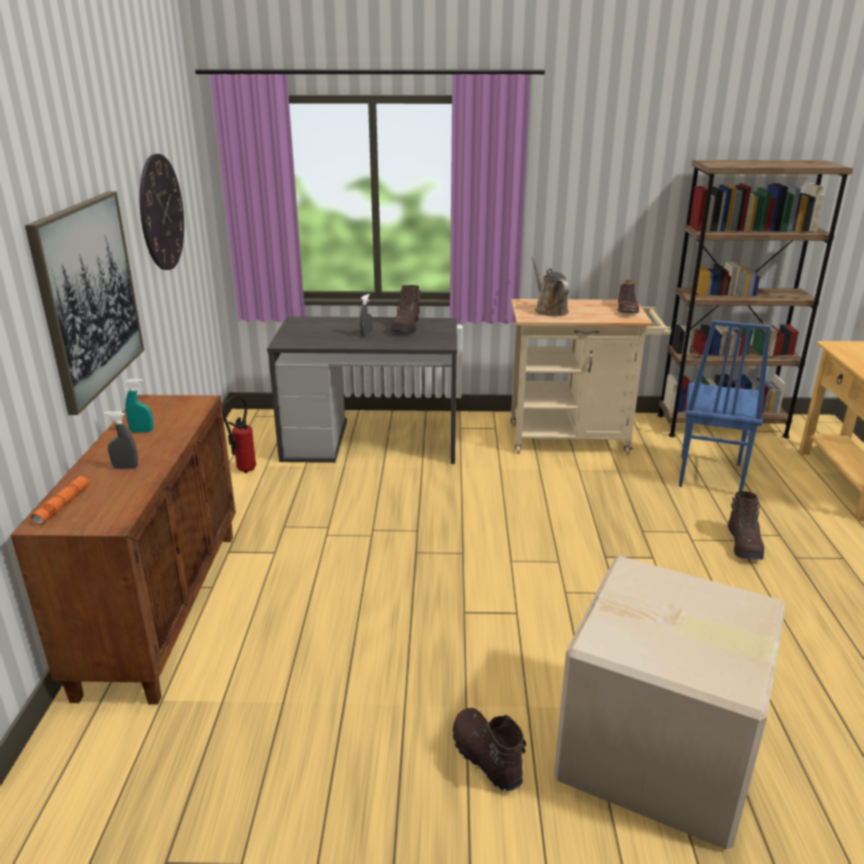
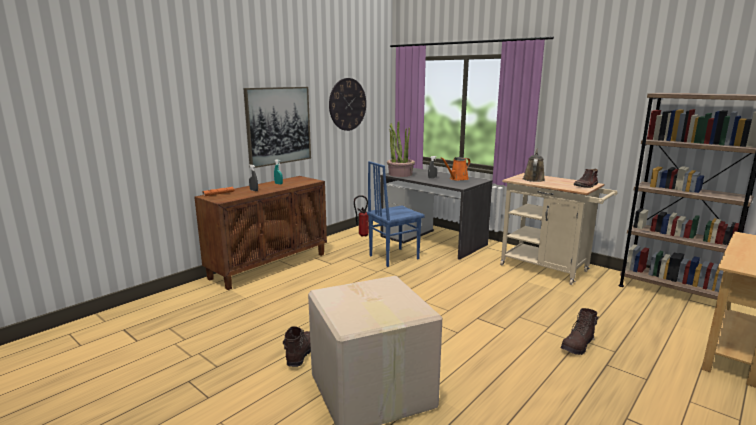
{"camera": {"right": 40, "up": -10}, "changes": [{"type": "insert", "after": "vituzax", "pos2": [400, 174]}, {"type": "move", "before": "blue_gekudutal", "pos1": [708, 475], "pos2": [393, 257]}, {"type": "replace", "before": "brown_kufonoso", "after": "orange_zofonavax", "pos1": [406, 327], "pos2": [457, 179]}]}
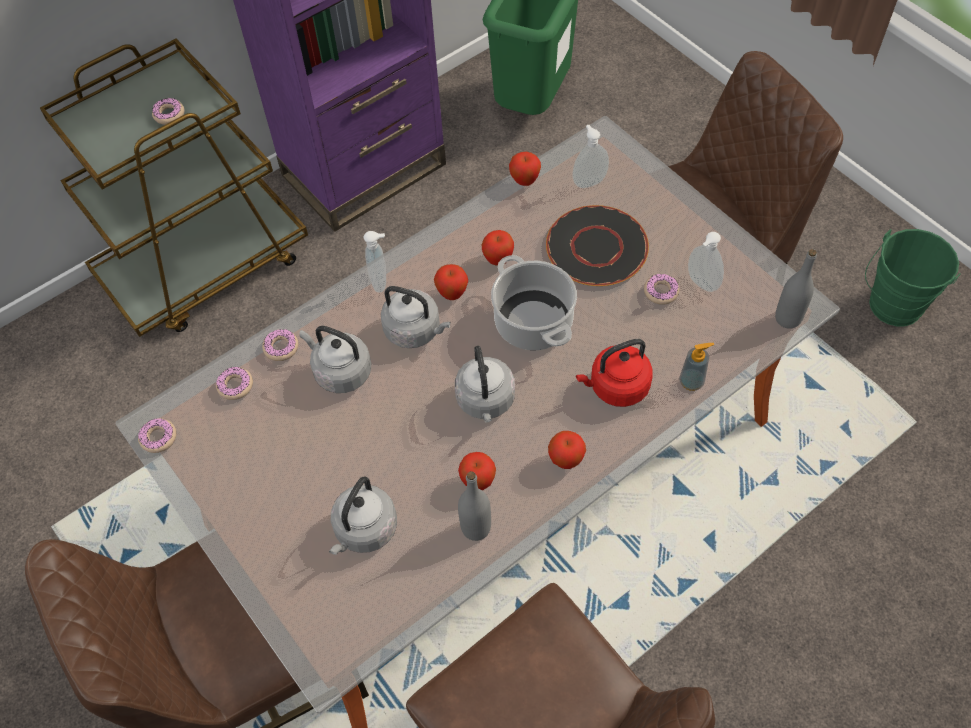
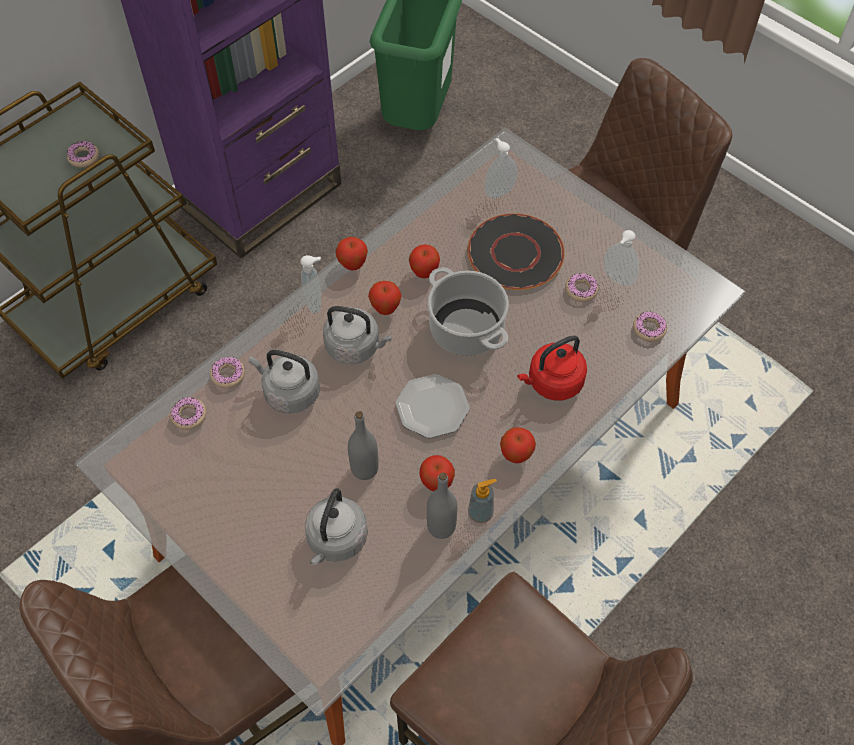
{"camera": {"right": -10, "up": 0}, "changes": [{"type": "delete", "before": "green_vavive", "pos1": [891, 309]}, {"type": "move", "before": "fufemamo", "pos1": [158, 438], "pos2": [649, 329]}, {"type": "move", "before": "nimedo", "pos1": [525, 181], "pos2": [353, 265]}, {"type": "move", "before": "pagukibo", "pos1": [691, 382], "pos2": [480, 513]}, {"type": "move", "before": "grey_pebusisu", "pos1": [788, 318], "pos2": [364, 469]}, {"type": "replace", "before": "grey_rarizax", "after": "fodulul", "pos1": [486, 401], "pos2": [433, 408]}]}
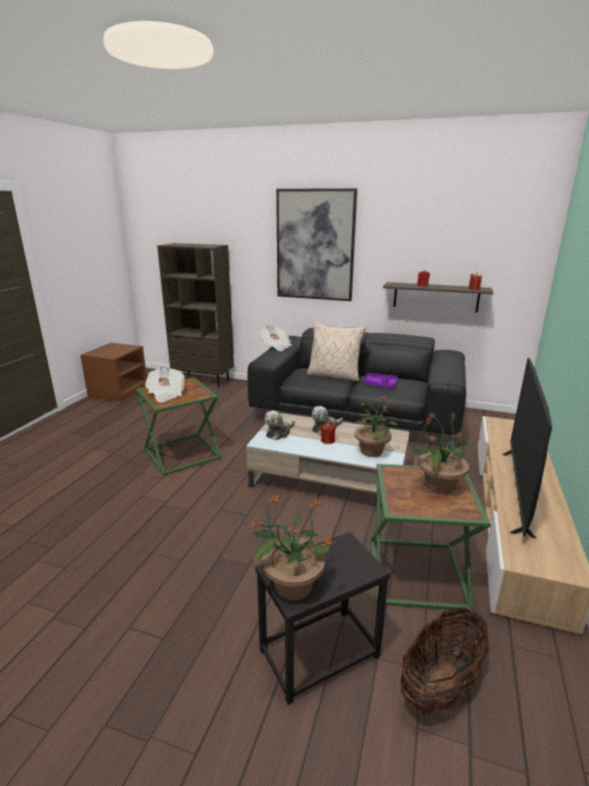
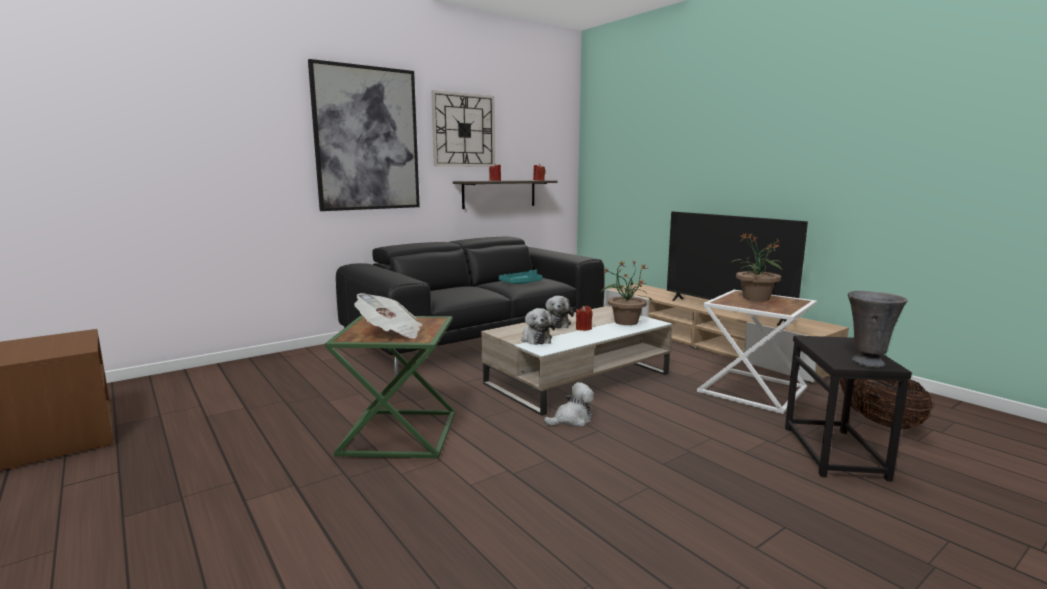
{"camera": {"right": -55, "up": -10}, "changes": [{"type": "delete", "before": "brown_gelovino", "pos1": [204, 380]}, {"type": "delete", "before": "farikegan", "pos1": [276, 346]}, {"type": "delete", "before": "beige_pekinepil", "pos1": [334, 376]}, {"type": "insert", "after": "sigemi", "pos2": [463, 130]}, {"type": "insert", "after": "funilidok", "pos2": [571, 420]}, {"type": "replace", "before": "vituzax", "after": "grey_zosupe", "pos1": [292, 585], "pos2": [867, 362]}, {"type": "recolor", "before": "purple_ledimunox", "after": "turquoise_ledimunox", "pos1": [380, 385], "pos2": [520, 283]}, {"type": "recolor", "before": "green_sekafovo", "after": "white_sekafovo", "pos1": [415, 574], "pos2": [753, 391]}]}
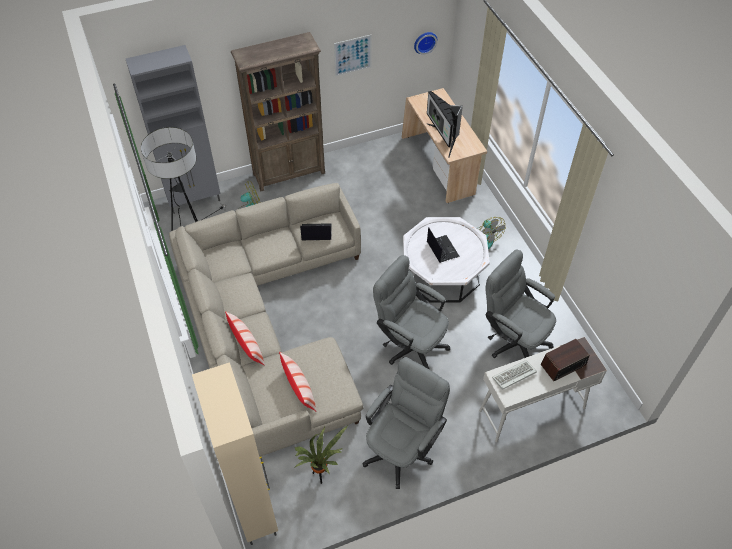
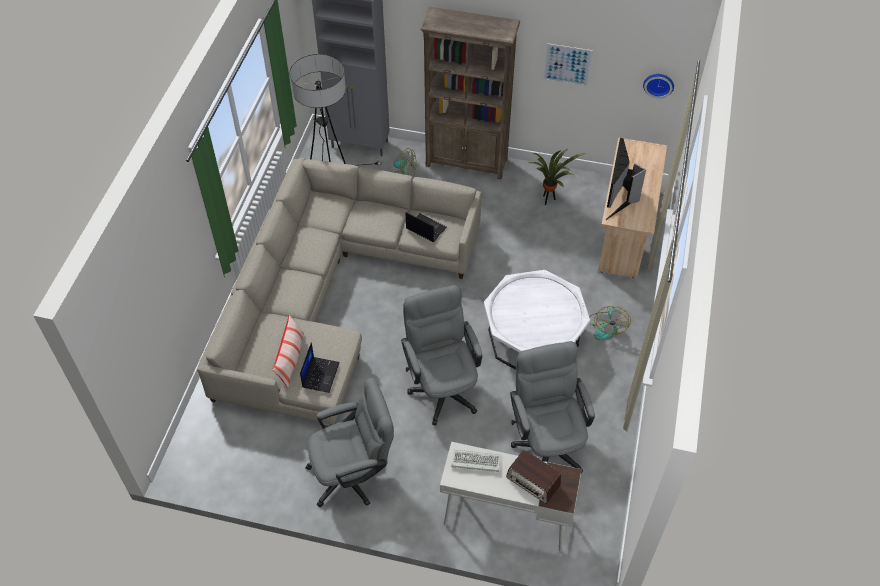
{"camera": {"right": 35, "up": 0}, "changes": [{"type": "delete", "before": "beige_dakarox", "pos1": [254, 509]}, {"type": "delete", "before": "pekinepil", "pos1": [247, 345]}, {"type": "move", "before": "vituzax", "pos1": [321, 475], "pos2": [548, 200]}, {"type": "move", "before": "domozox", "pos1": [442, 249], "pos2": [320, 374]}, {"type": "rotate", "before": "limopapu", "pos1": [563, 365], "pos2": [533, 482], "turn": -150}]}
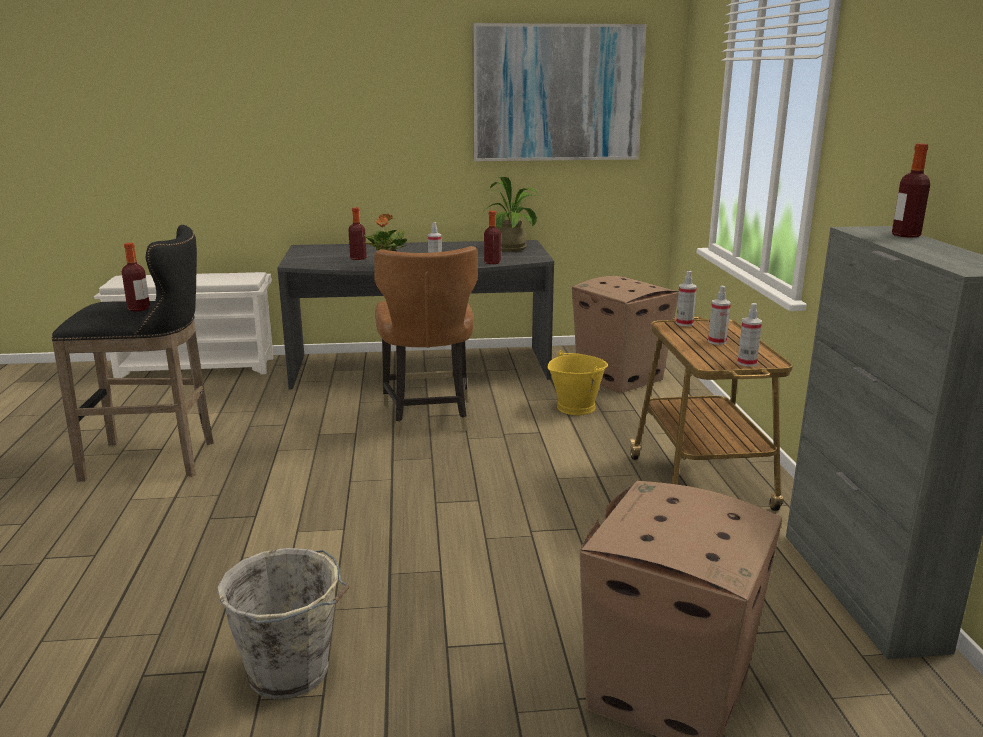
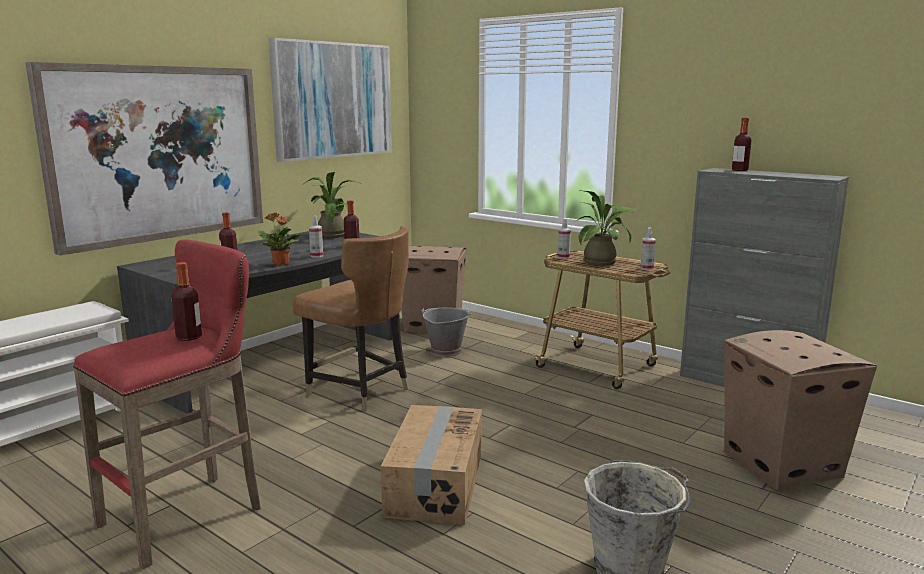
{"camera": {"right": -45, "up": -5}, "changes": [{"type": "insert", "after": "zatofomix", "pos2": [158, 153]}, {"type": "insert", "after": "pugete", "pos2": [434, 484]}, {"type": "replace", "before": "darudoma", "after": "vituzax", "pos1": [717, 342], "pos2": [603, 262]}, {"type": "recolor", "before": "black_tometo", "after": "red_tometo", "pos1": [157, 459], "pos2": [189, 514]}, {"type": "recolor", "before": "yellow_vavive", "after": "grey_vavive", "pos1": [576, 407], "pos2": [445, 351]}]}
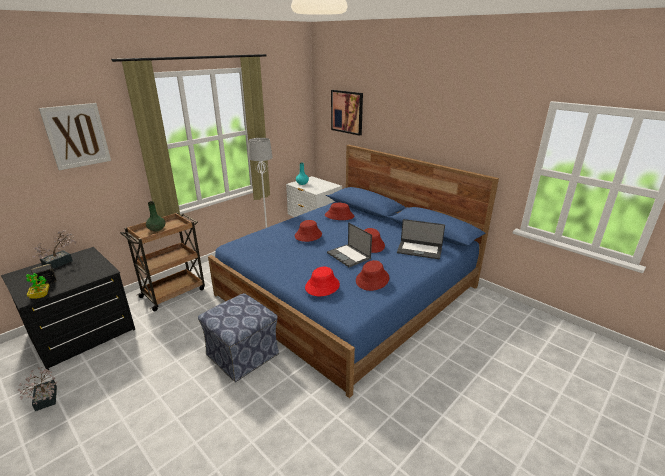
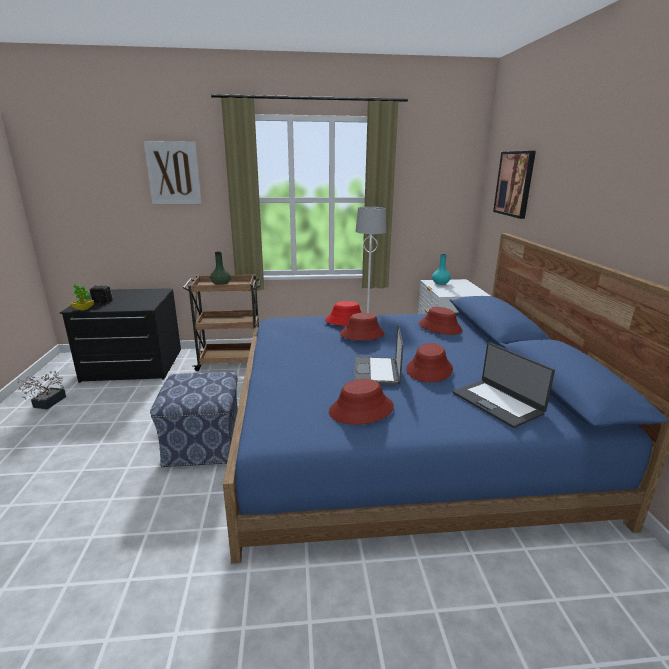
{"camera": {"right": 40, "up": -5}, "changes": [{"type": "delete", "before": "vituzax", "pos1": [61, 262]}, {"type": "move", "before": "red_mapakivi", "pos1": [322, 286], "pos2": [345, 320]}]}
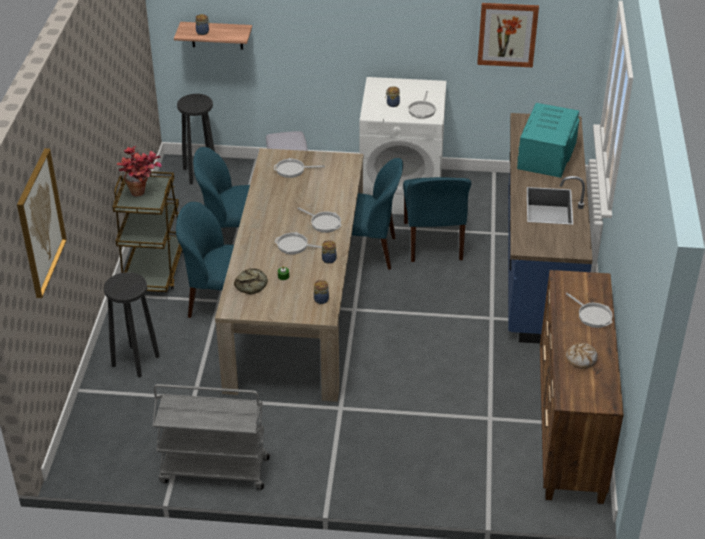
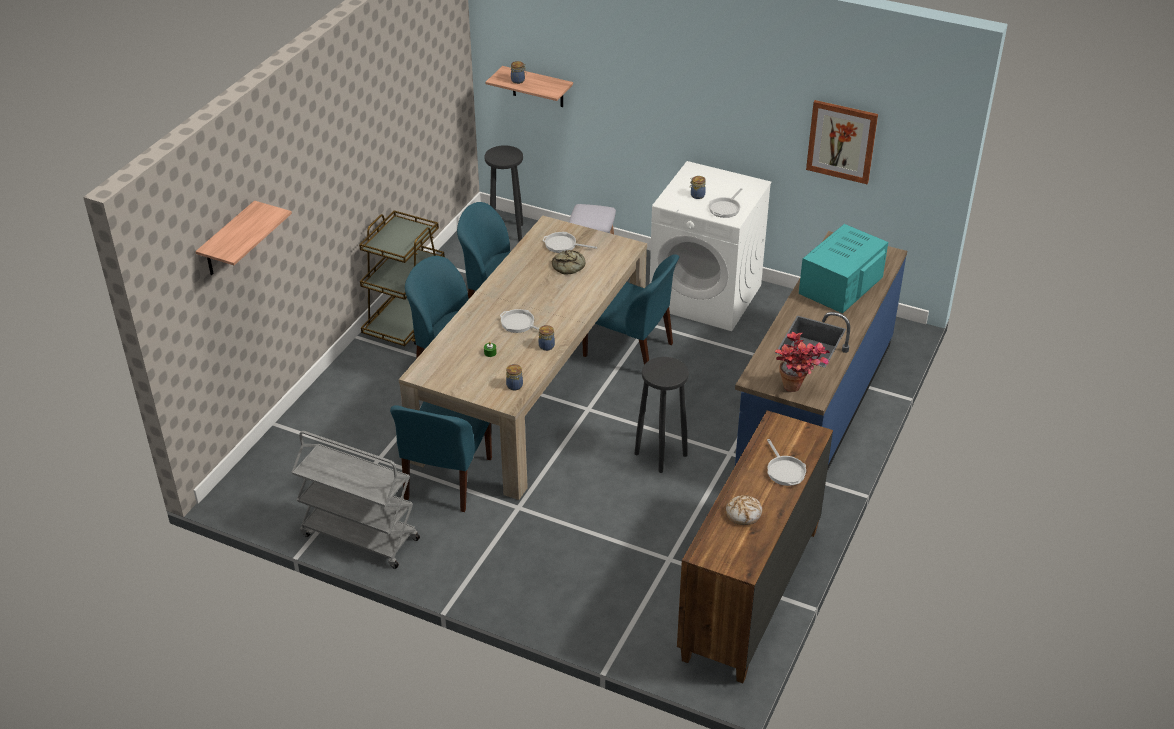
{"camera": {"right": 20, "up": 0}, "changes": [{"type": "delete", "before": "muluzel", "pos1": [324, 223]}, {"type": "move", "before": "black_tometo", "pos1": [136, 360], "pos2": [661, 454]}, {"type": "move", "before": "vituzax", "pos1": [143, 193], "pos2": [797, 389]}, {"type": "move", "before": "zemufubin", "pos1": [252, 284], "pos2": [569, 266]}, {"type": "move", "before": "blue_gekudutal", "pos1": [433, 242], "pos2": [447, 480]}, {"type": "replace", "before": "zatofomix", "after": "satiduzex", "pos1": [40, 223], "pos2": [228, 240]}]}
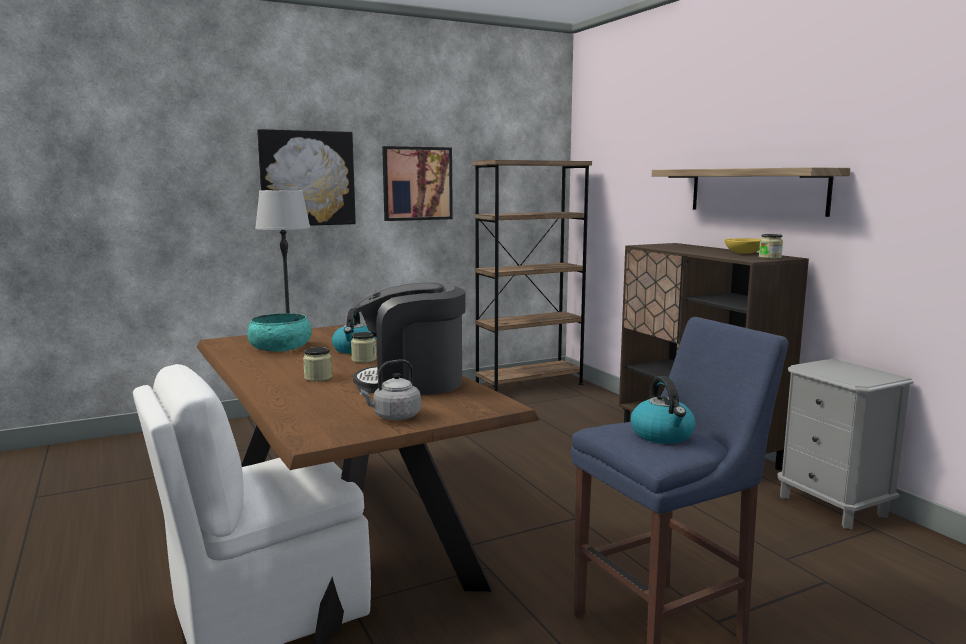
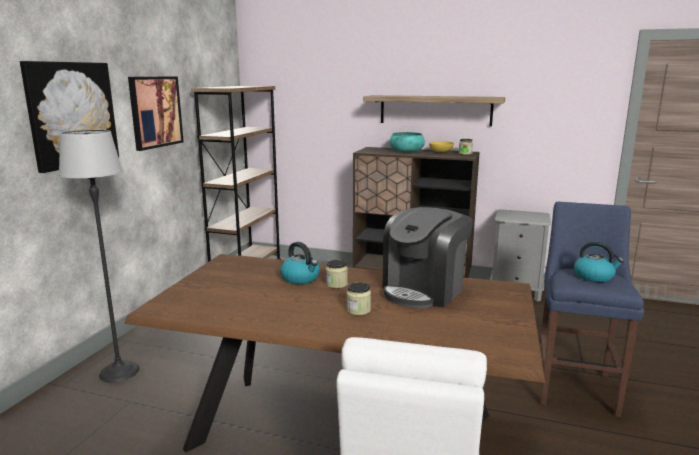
{"camera": {"right": -45, "up": 5}, "changes": [{"type": "delete", "before": "grey_rarizax", "pos1": [394, 417]}, {"type": "move", "before": "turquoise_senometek", "pos1": [280, 347], "pos2": [406, 150]}]}
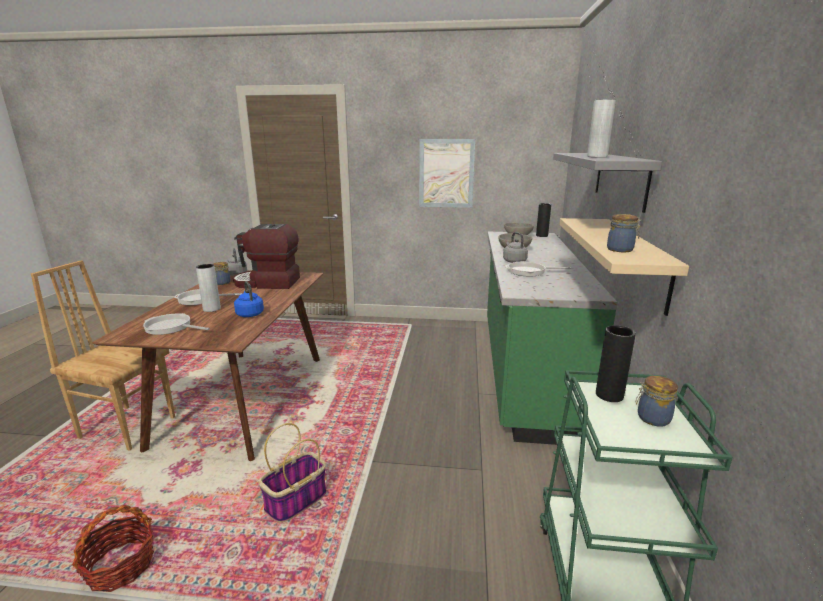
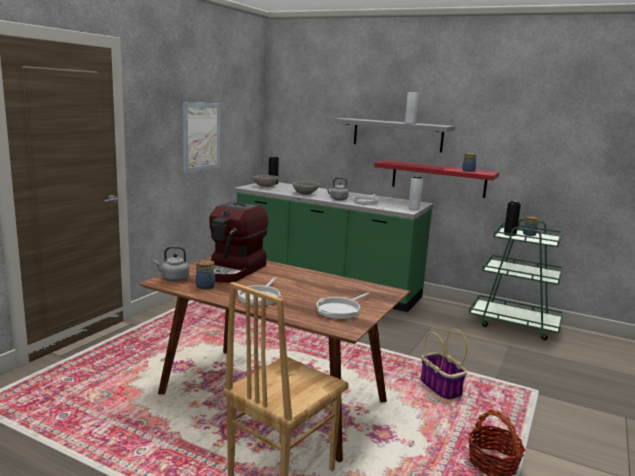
{"camera": {"right": -70, "up": -5}, "changes": [{"type": "delete", "before": "blue_rarizax", "pos1": [249, 314]}, {"type": "move", "before": "grey_zosupe", "pos1": [212, 309], "pos2": [414, 208]}, {"type": "recolor", "before": "beige_satiduzex", "after": "red_satiduzex", "pos1": [636, 261], "pos2": [438, 178]}]}
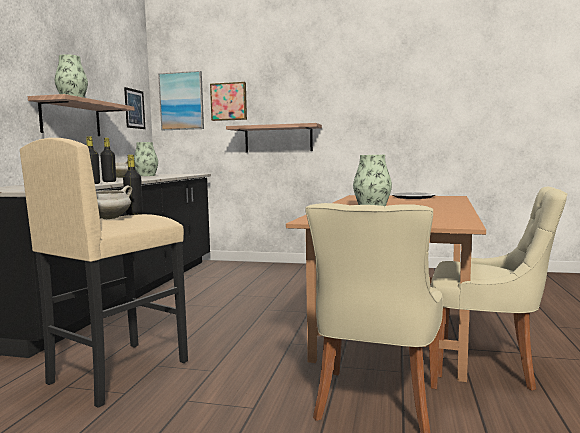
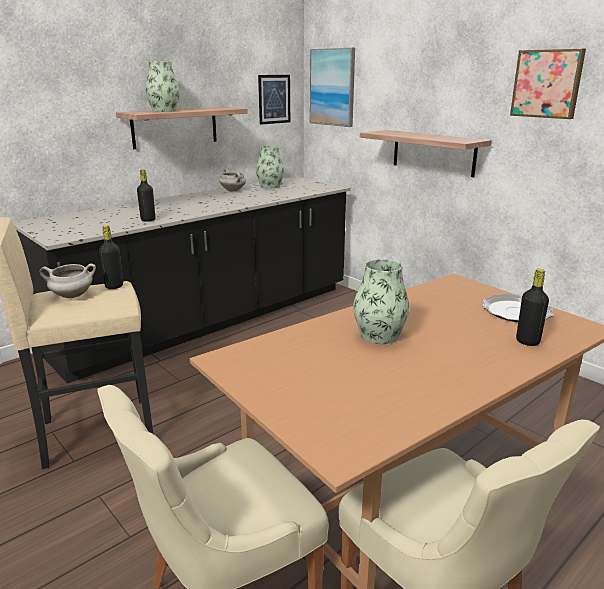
{"camera": {"right": 35, "up": 15}, "changes": [{"type": "move", "before": "black_pebusisu", "pos1": [109, 181], "pos2": [527, 341]}, {"type": "move", "before": "zatofomix", "pos1": [229, 101], "pos2": [547, 84]}]}
